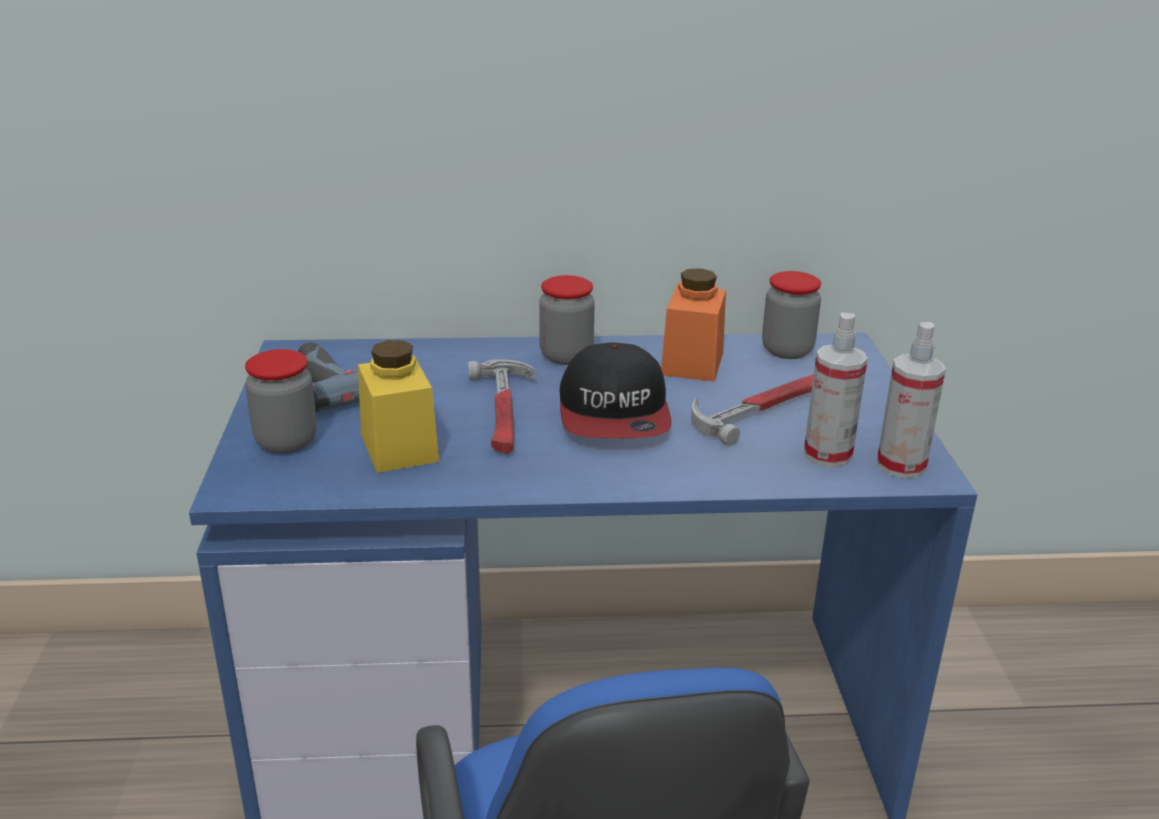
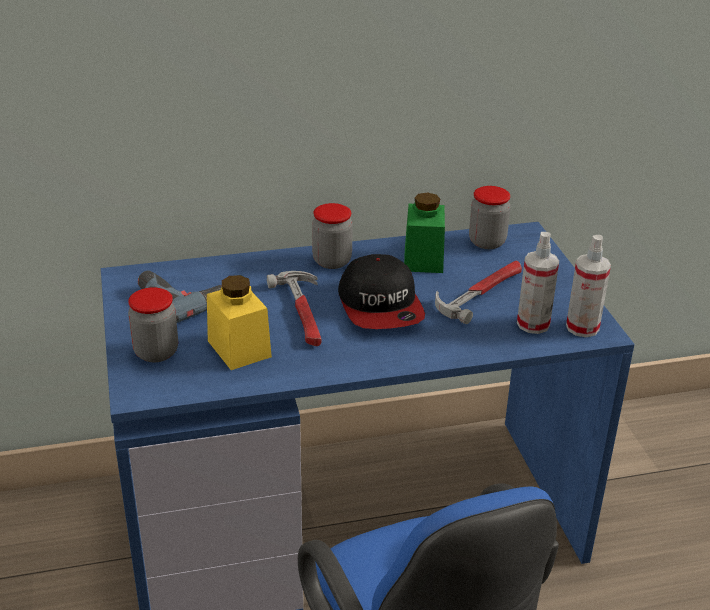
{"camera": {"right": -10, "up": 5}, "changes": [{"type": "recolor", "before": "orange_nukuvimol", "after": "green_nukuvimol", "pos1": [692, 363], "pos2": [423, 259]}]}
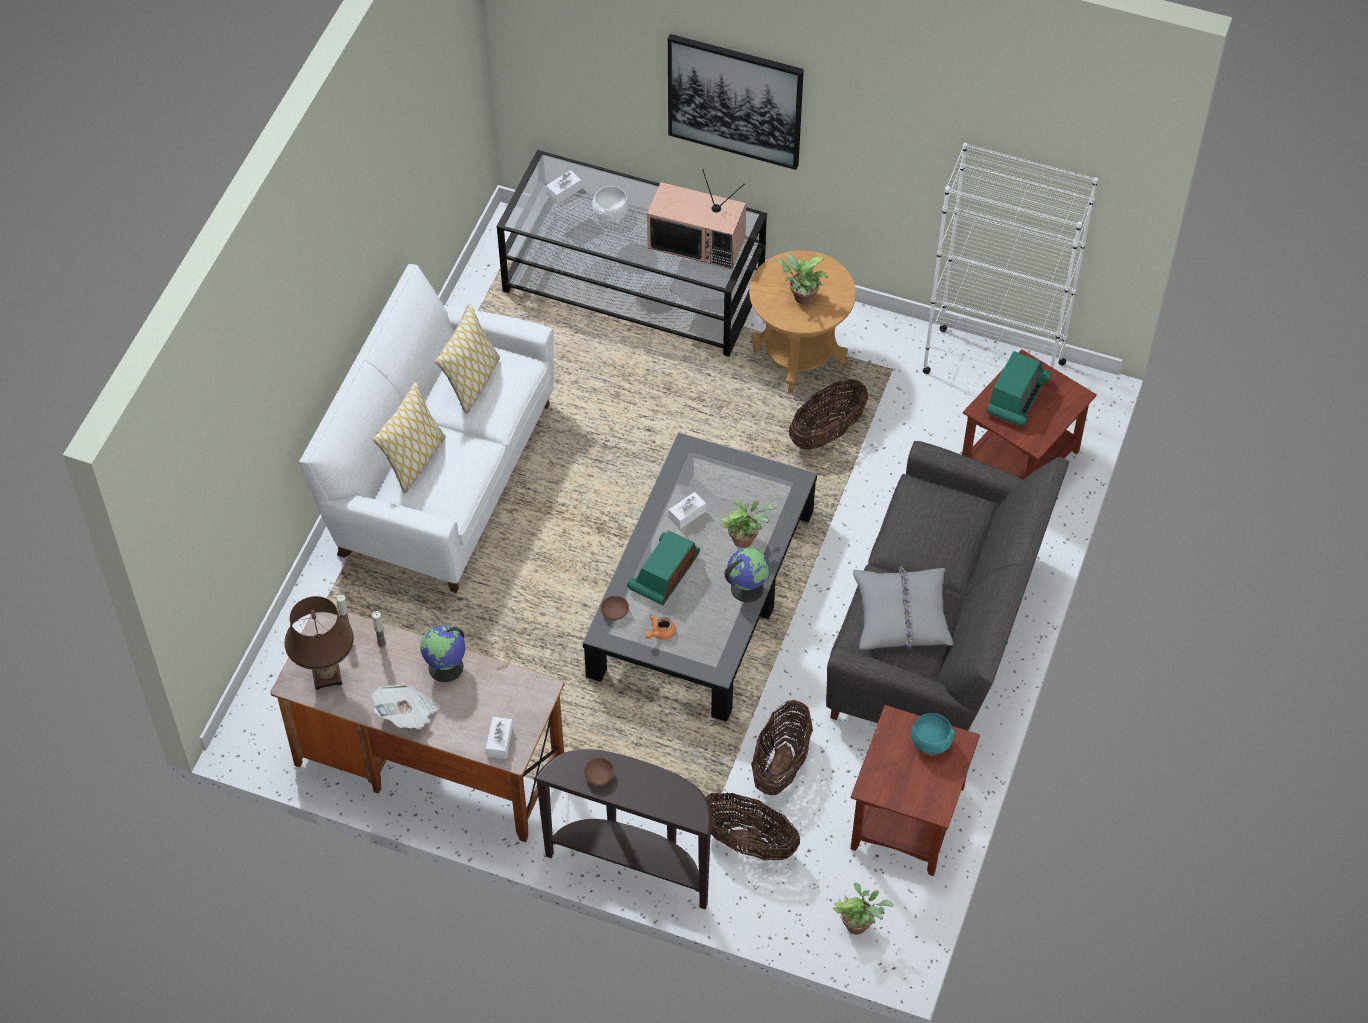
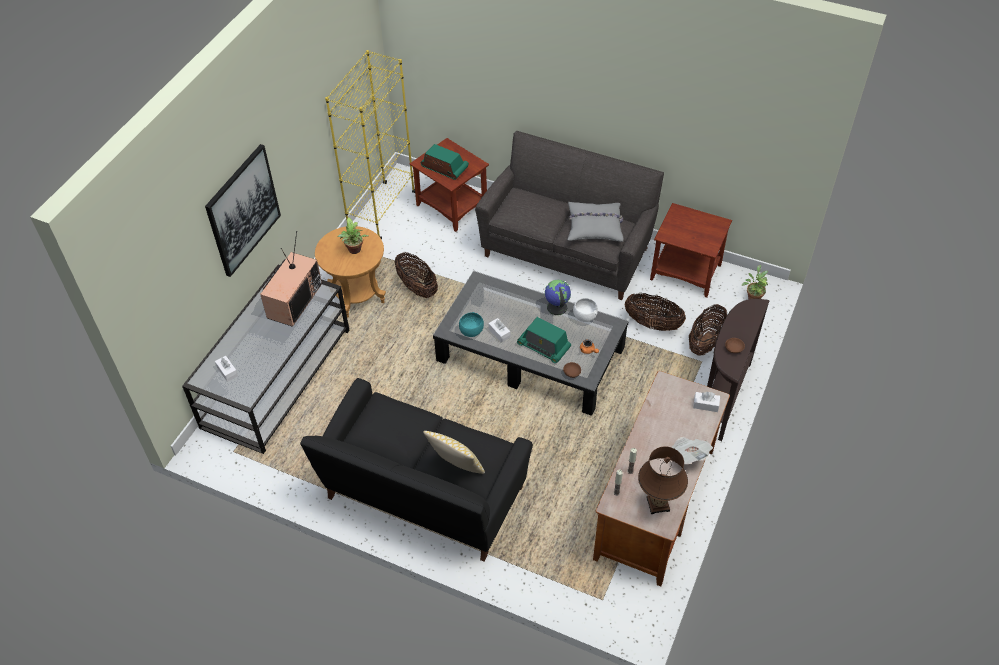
{"camera": {"right": -85, "up": -5}, "changes": [{"type": "delete", "before": "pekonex", "pos1": [446, 667]}, {"type": "delete", "before": "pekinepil", "pos1": [472, 383]}, {"type": "delete", "before": "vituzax", "pos1": [745, 538]}, {"type": "move", "before": "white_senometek", "pos1": [611, 214], "pos2": [584, 316]}, {"type": "move", "before": "turquoise_senometek", "pos1": [930, 742], "pos2": [471, 332]}, {"type": "recolor", "before": "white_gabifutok", "after": "black_gabifutok", "pos1": [441, 477], "pos2": [423, 494]}, {"type": "recolor", "before": "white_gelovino", "after": "yellow_gelovino", "pos1": [992, 367], "pos2": [382, 211]}]}
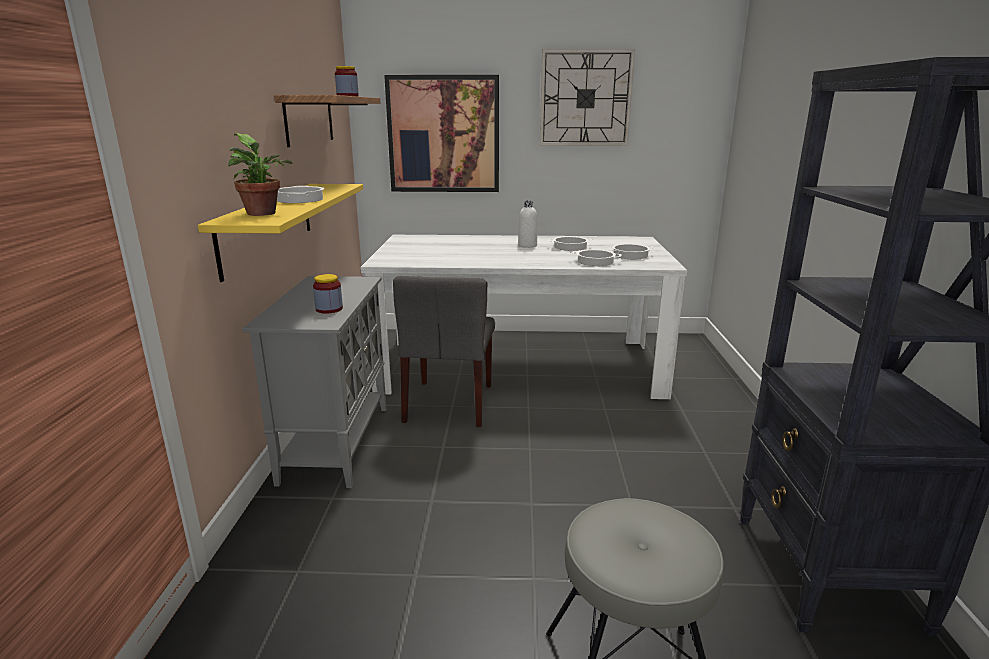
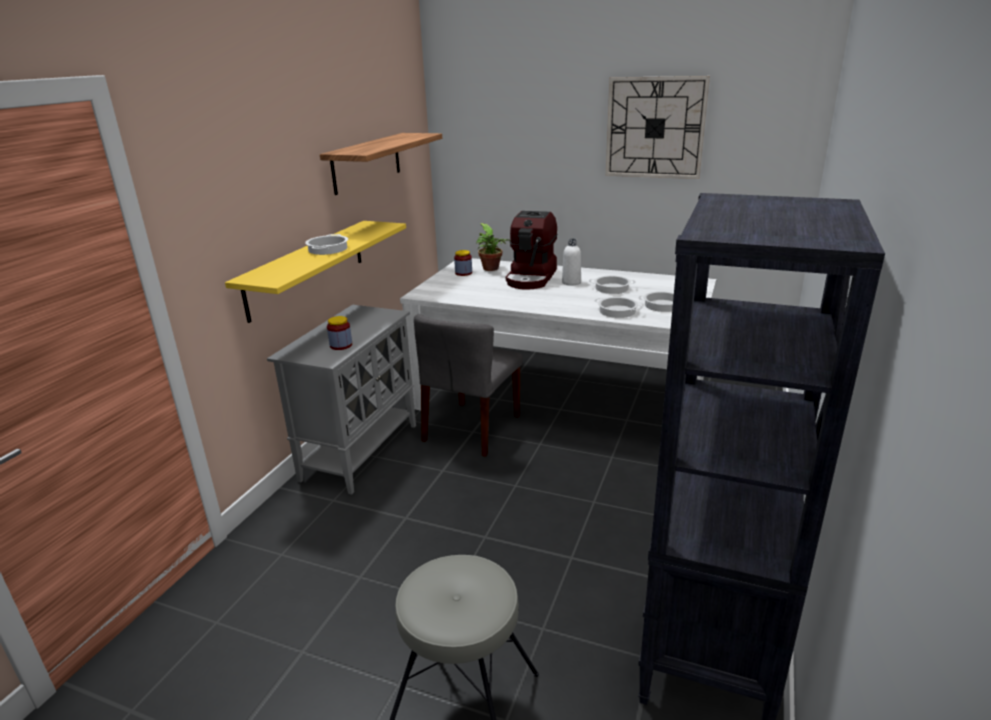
{"camera": {"right": 20, "up": 5}, "changes": [{"type": "delete", "before": "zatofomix", "pos1": [443, 135]}, {"type": "insert", "after": "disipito", "pos2": [532, 277]}, {"type": "move", "before": "vituzax", "pos1": [263, 214], "pos2": [492, 269]}, {"type": "move", "before": "nukuvimol", "pos1": [347, 96], "pos2": [463, 273]}]}
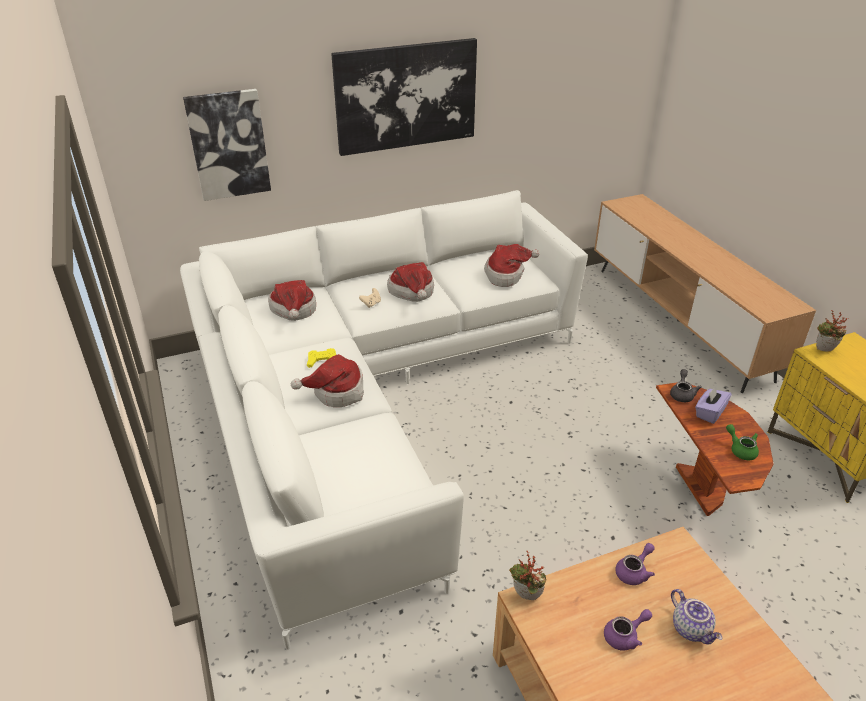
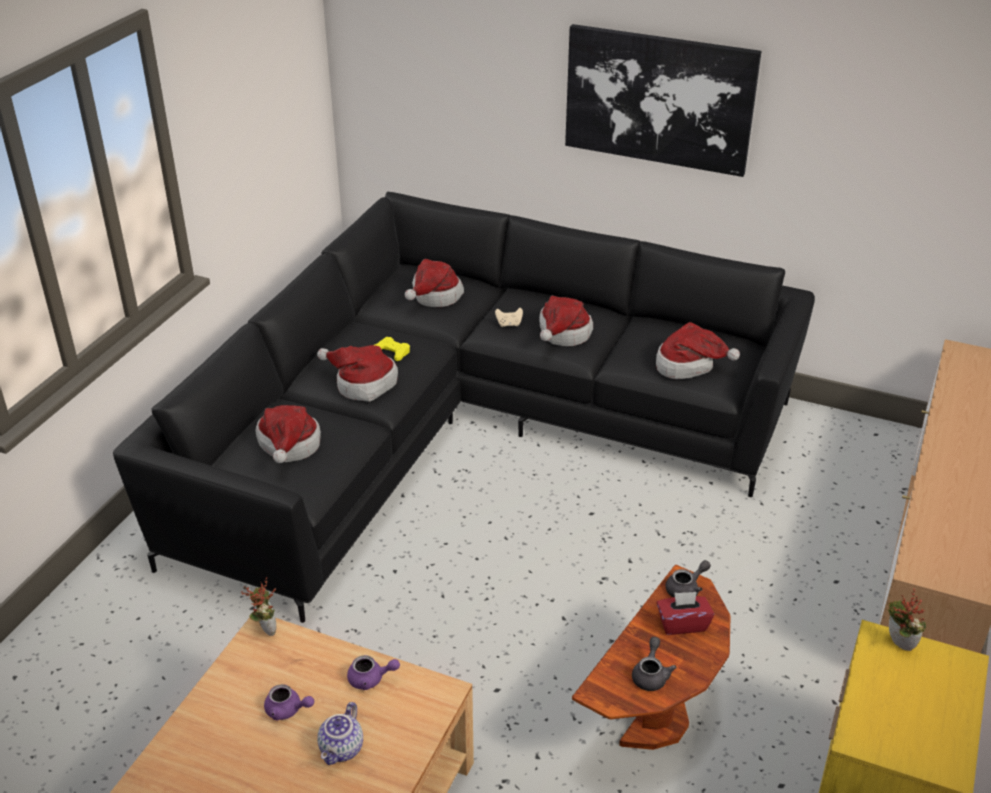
{"camera": {"right": 45, "up": 0}, "changes": [{"type": "delete", "before": "zatofomix", "pos1": [228, 145]}, {"type": "insert", "after": "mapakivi", "pos2": [288, 447]}, {"type": "recolor", "before": "white_gabifutok", "after": "black_gabifutok", "pos1": [368, 400], "pos2": [464, 430]}, {"type": "recolor", "before": "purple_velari", "after": "red_velari", "pos1": [709, 413], "pos2": [682, 624]}, {"type": "recolor", "before": "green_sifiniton", "after": "grey_sifiniton", "pos1": [741, 450], "pos2": [651, 675]}]}
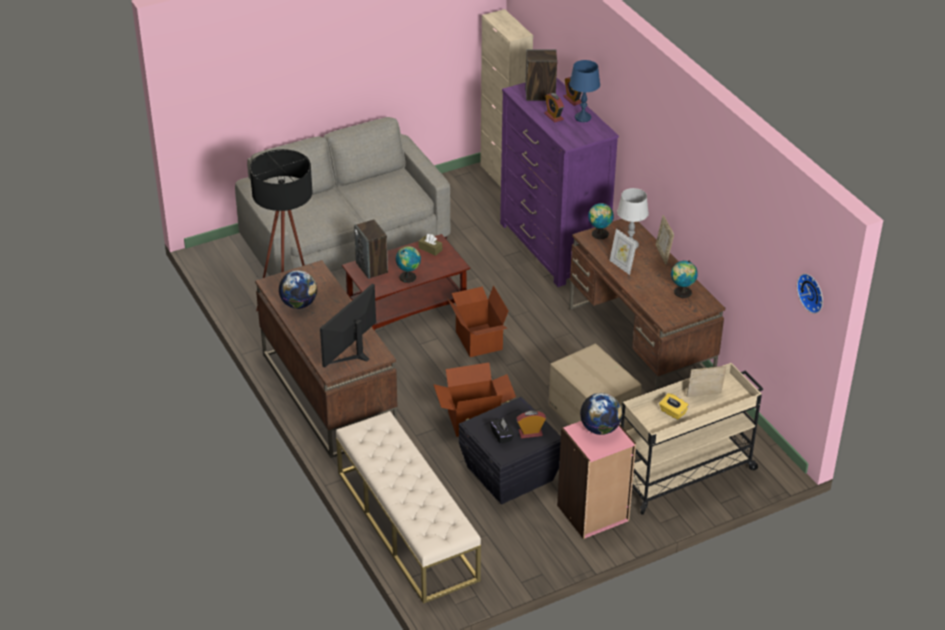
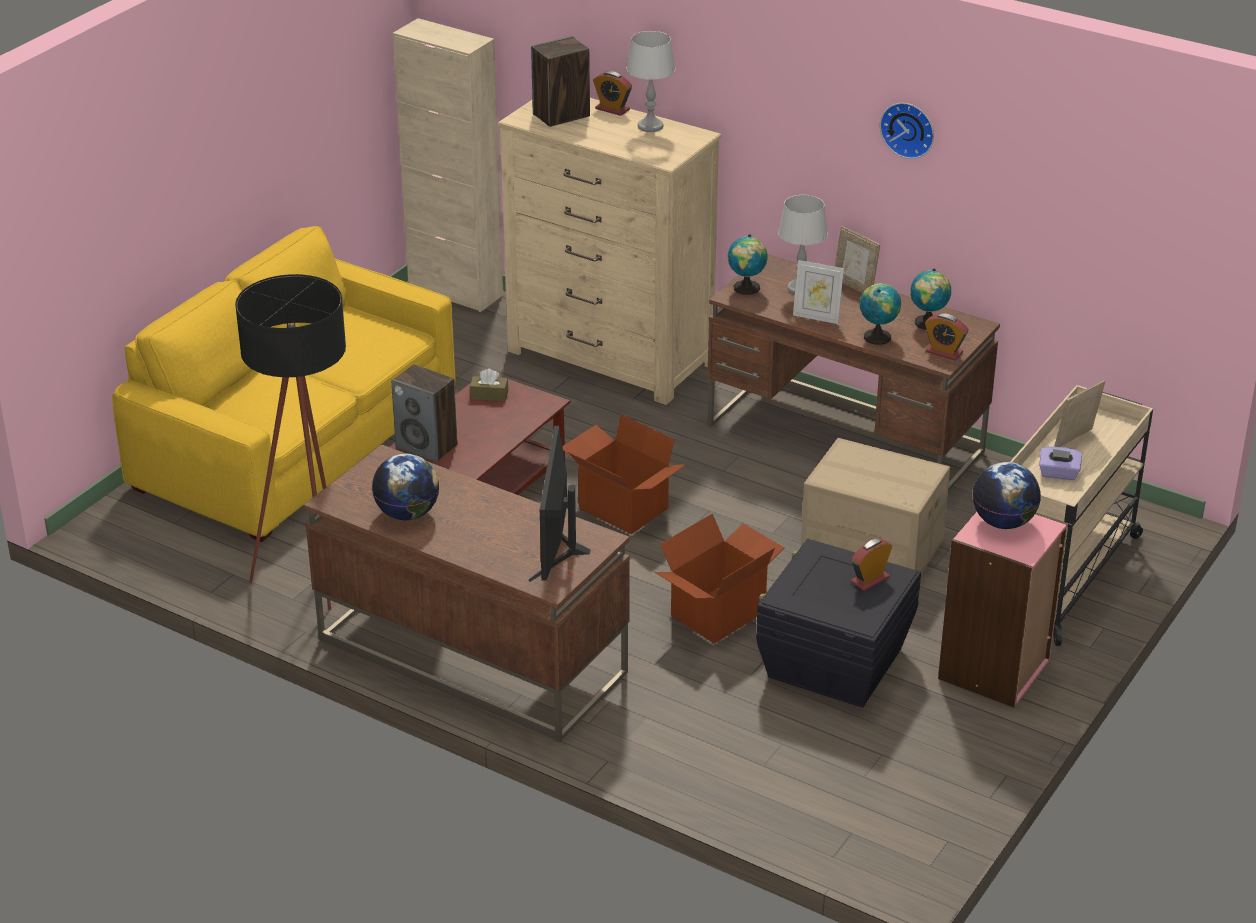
{"camera": {"right": -30, "up": -5}, "changes": [{"type": "delete", "before": "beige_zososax", "pos1": [406, 525]}, {"type": "delete", "before": "black_velari", "pos1": [502, 436]}, {"type": "move", "before": "pekonex", "pos1": [408, 277], "pos2": [877, 336]}, {"type": "move", "before": "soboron", "pos1": [553, 116], "pos2": [944, 352]}, {"type": "move", "before": "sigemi", "pos1": [812, 292], "pos2": [909, 128]}, {"type": "recolor", "before": "grey_gabifutok", "after": "yellow_gabifutok", "pos1": [345, 238], "pos2": [295, 440]}, {"type": "recolor", "before": "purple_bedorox", "after": "beige_bedorox", "pos1": [553, 247], "pos2": [610, 357]}, {"type": "recolor", "before": "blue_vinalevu", "after": "grey_vinalevu", "pos1": [583, 117], "pos2": [650, 126]}, {"type": "recolor", "before": "yellow_velari", "after": "purple_velari", "pos1": [672, 412], "pos2": [1058, 474]}]}
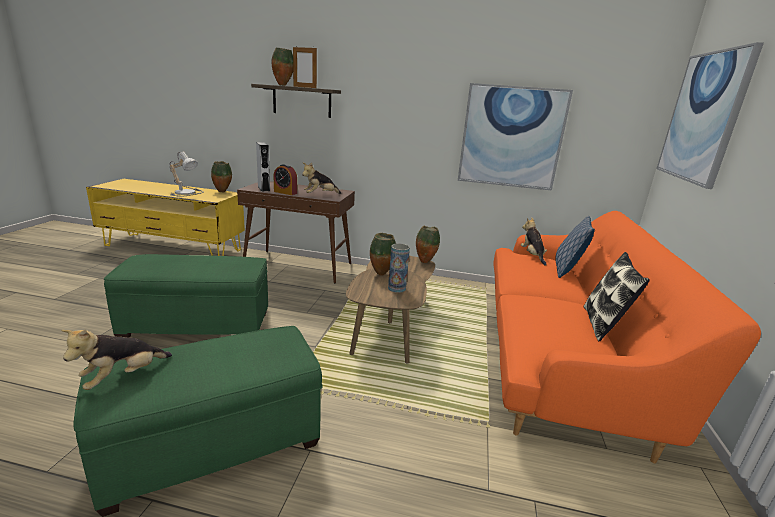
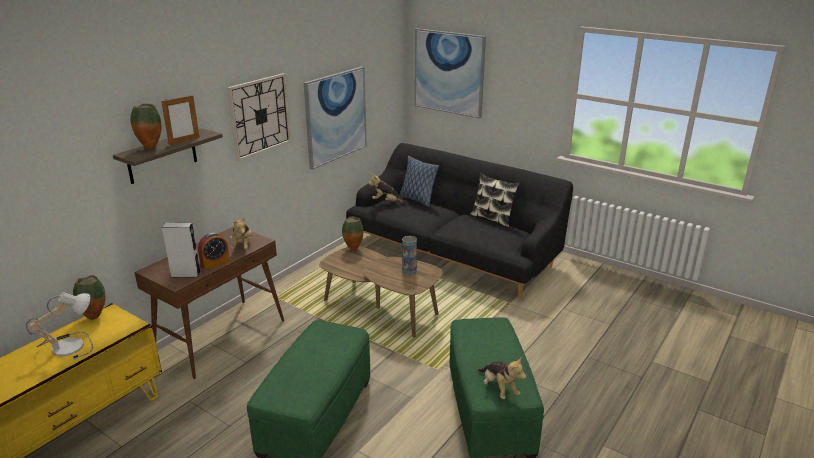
{"camera": {"right": -65, "up": 5}, "changes": [{"type": "delete", "before": "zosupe", "pos1": [382, 274]}, {"type": "insert", "after": "sigemi", "pos2": [260, 116]}, {"type": "recolor", "before": "orange_gabifutok", "after": "black_gabifutok", "pos1": [559, 351], "pos2": [453, 252]}]}
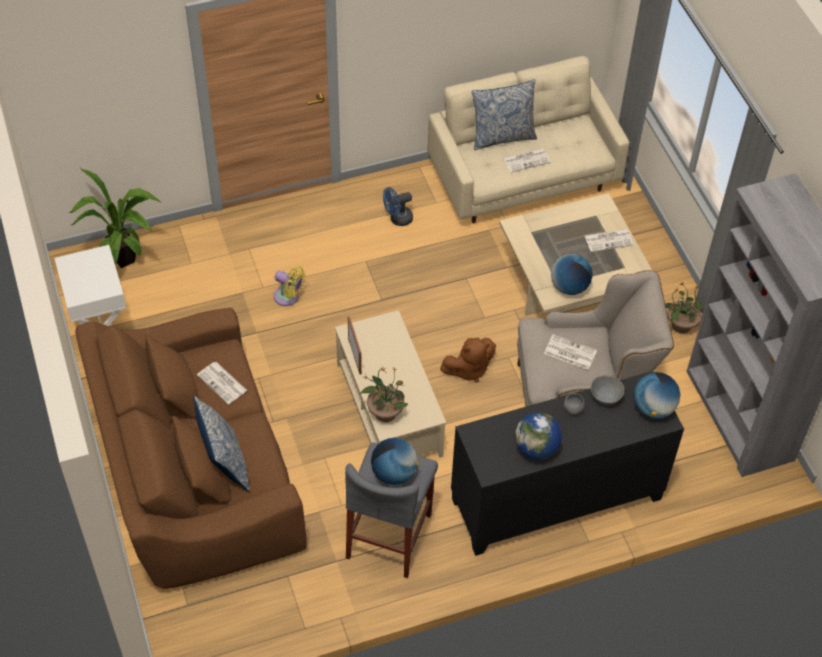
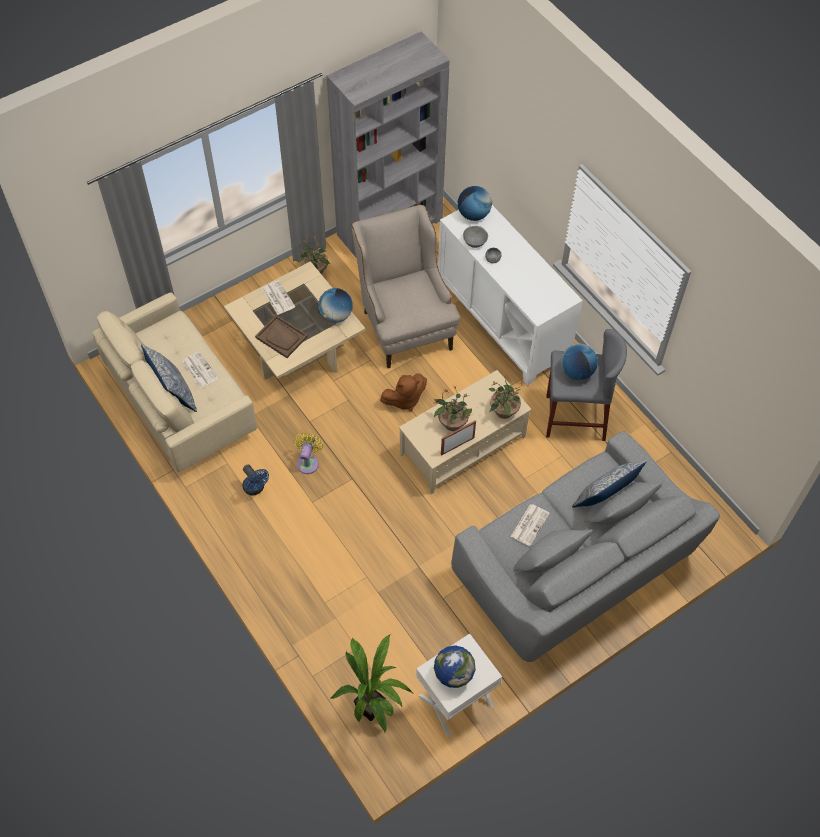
{"camera": {"right": -105, "up": 5}, "changes": [{"type": "delete", "before": "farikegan", "pos1": [569, 352]}, {"type": "insert", "after": "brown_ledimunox", "pos2": [281, 337]}, {"type": "insert", "after": "vituzax", "pos2": [452, 423]}, {"type": "move", "before": "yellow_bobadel", "pos1": [288, 297], "pos2": [308, 462]}, {"type": "move", "before": "pekonex", "pos1": [536, 448], "pos2": [453, 673]}, {"type": "recolor", "before": "brown_gabifutok", "after": "grey_gabifutok", "pos1": [196, 472], "pos2": [574, 567]}, {"type": "recolor", "before": "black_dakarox", "after": "white_dakarox", "pos1": [556, 500], "pos2": [503, 321]}, {"type": "rotate", "before": "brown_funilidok", "pos1": [468, 369], "pos2": [404, 399], "turn": 105}]}
